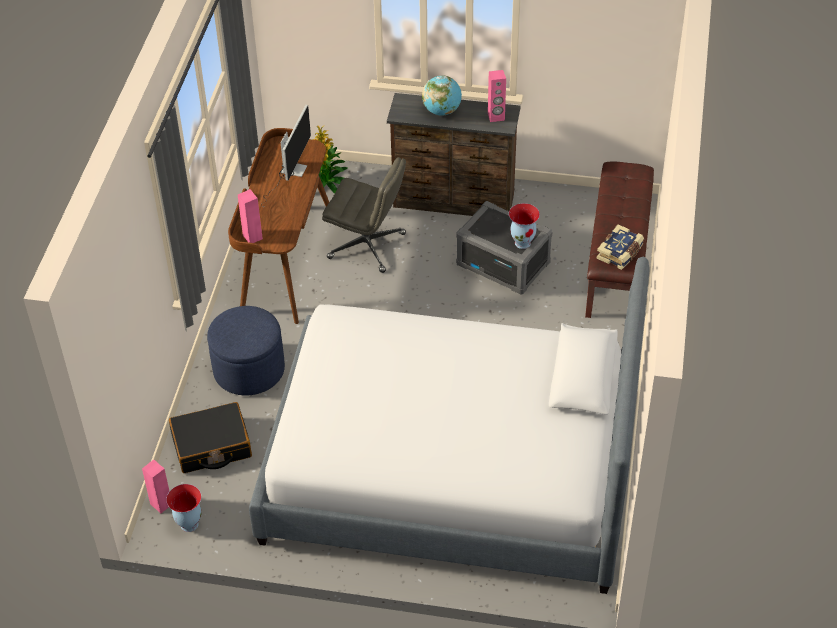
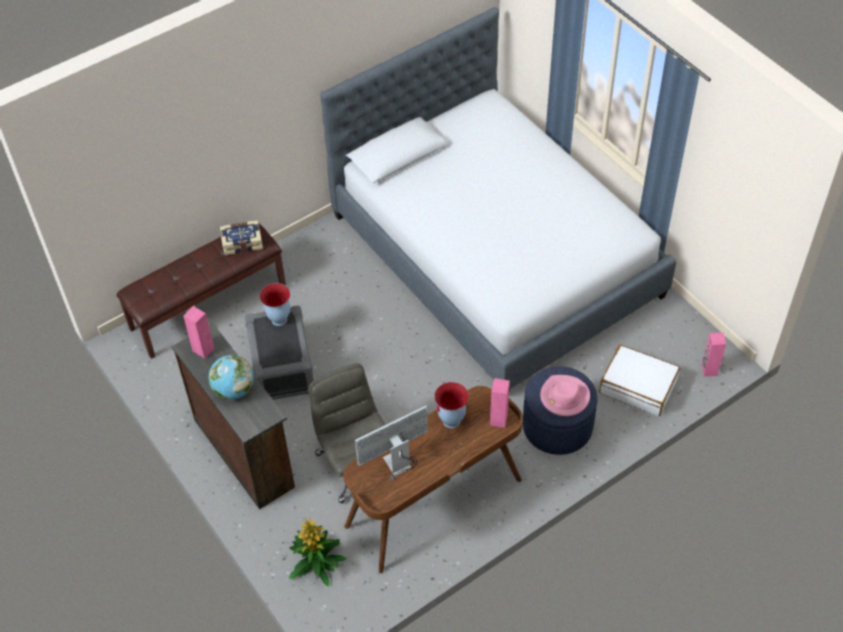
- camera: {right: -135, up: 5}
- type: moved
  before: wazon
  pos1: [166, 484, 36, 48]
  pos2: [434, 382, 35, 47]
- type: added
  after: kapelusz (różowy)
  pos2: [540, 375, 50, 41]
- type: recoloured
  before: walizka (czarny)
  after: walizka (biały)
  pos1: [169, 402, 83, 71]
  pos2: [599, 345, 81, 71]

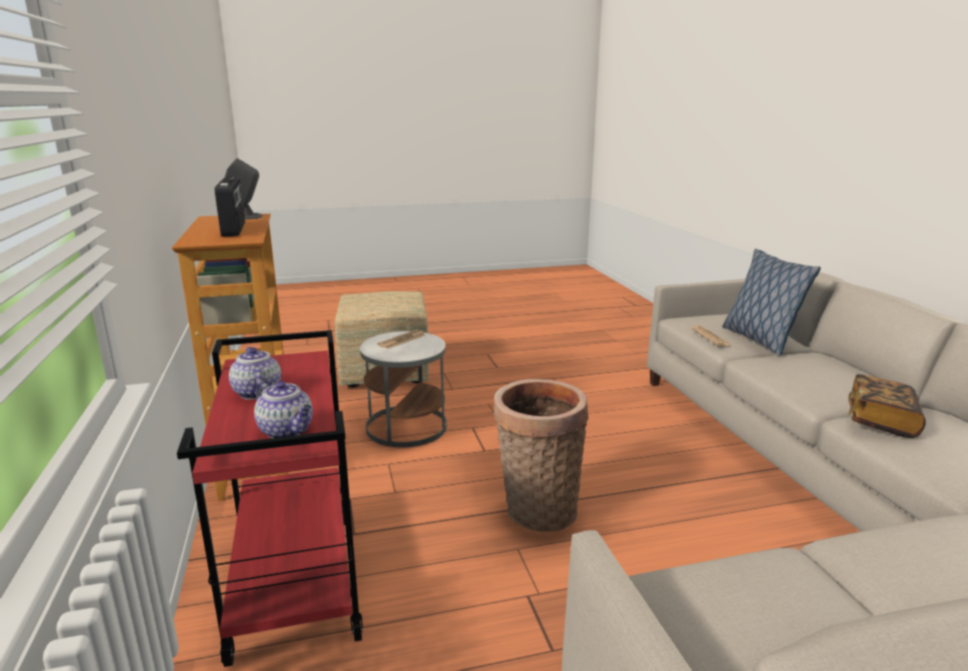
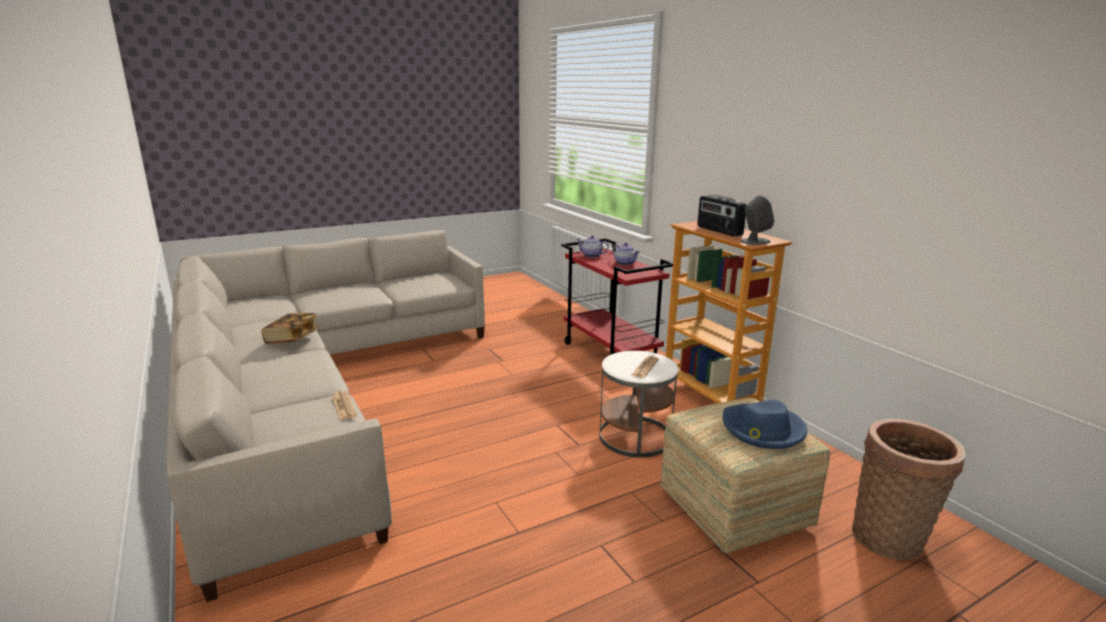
- camera: {right: 165, up: 0}
- type: added
  after: kapelusz (niebieski)
  pos2: [723, 400, 84, 49]
- type: moved
  before: koszyk
  pos1: [494, 379, 94, 153]
  pos2: [852, 419, 114, 141]
- type: removed
  before: poduszka
  pos1: [722, 249, 99, 107]

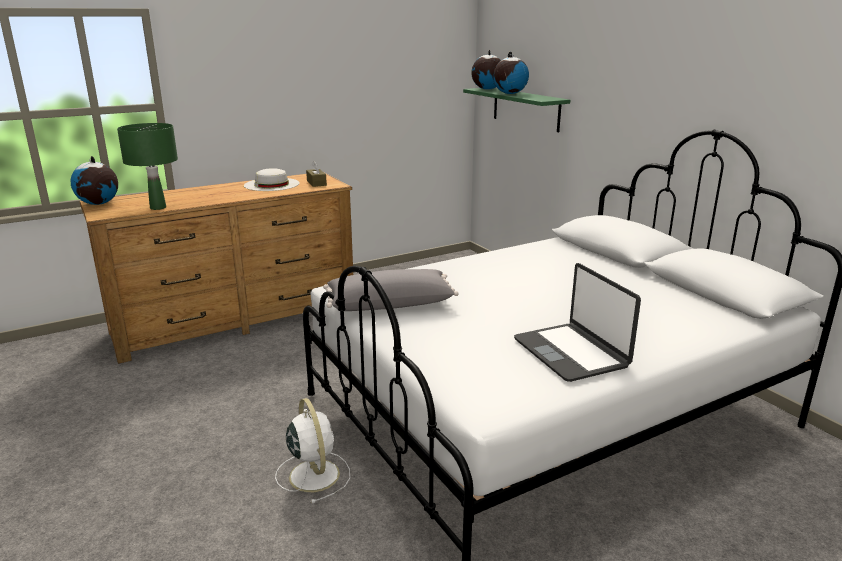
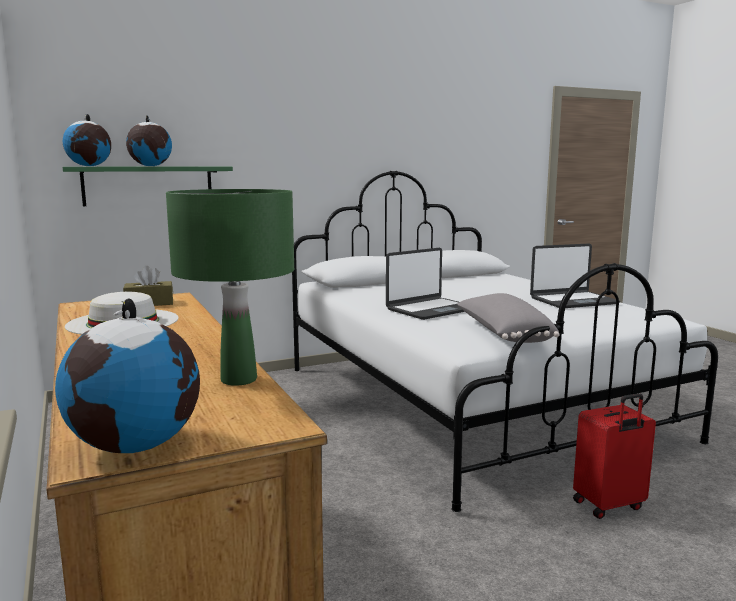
- camera: {right: -85, up: -10}
- type: added
  after: laptop
  pos2: [386, 248, 79, 72]
- type: replaced
  before: wentylator (biały)
  after: walizka (czerwony)
  pos1: [275, 398, 75, 105]
  pos2: [573, 393, 83, 126]

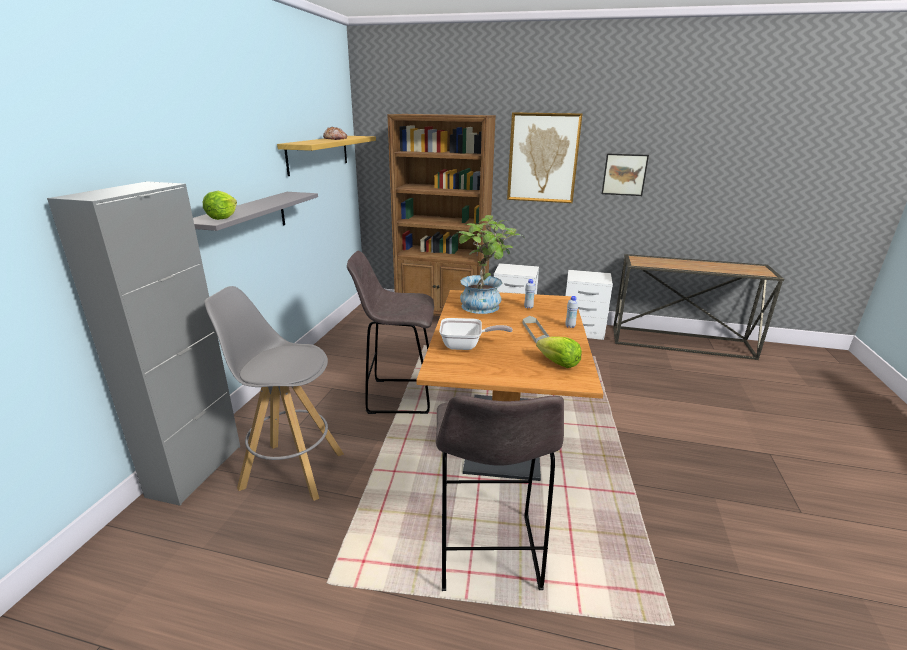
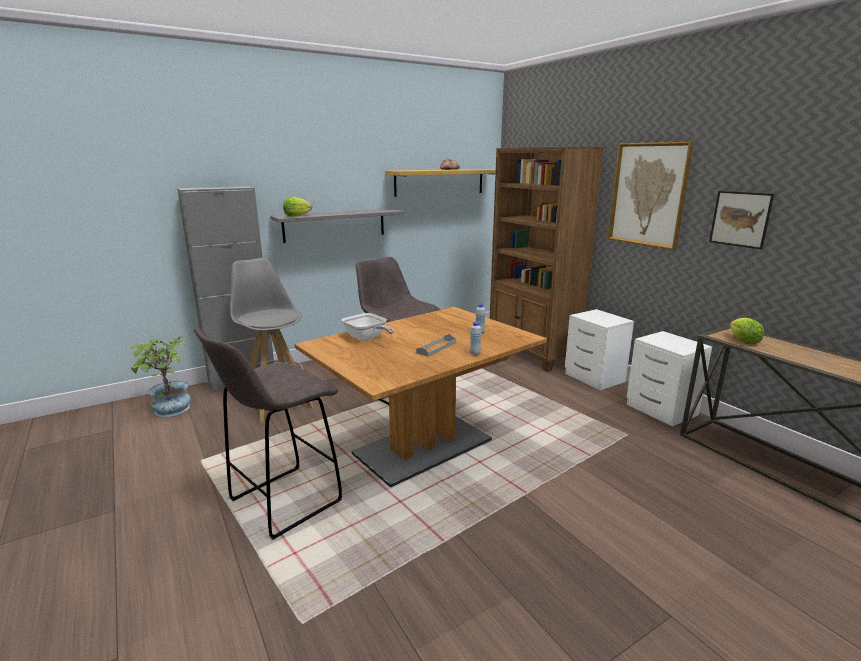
- camera: {right: 45, up: -5}
- type: moved
  before: roślina doniczkowa
  pos1: [456, 215, 69, 99]
  pos2: [130, 335, 61, 82]
- type: moved
  before: sałata
  pos1: [536, 337, 46, 31]
  pos2: [730, 318, 34, 27]

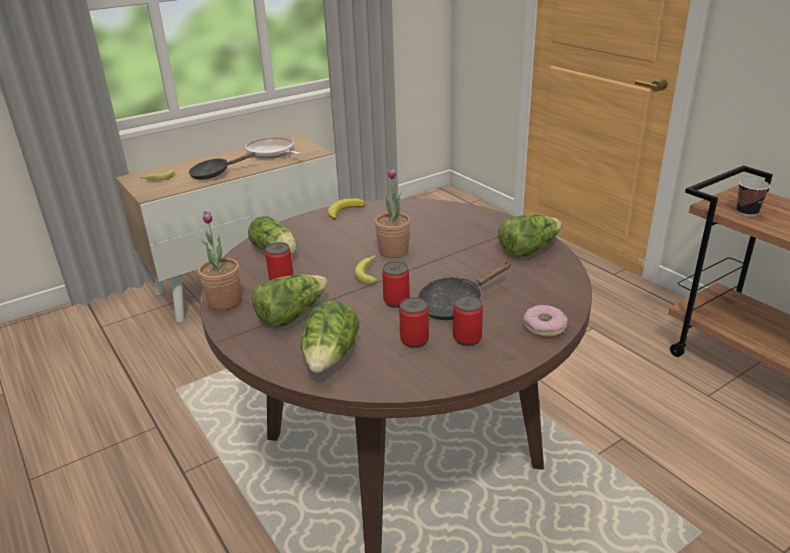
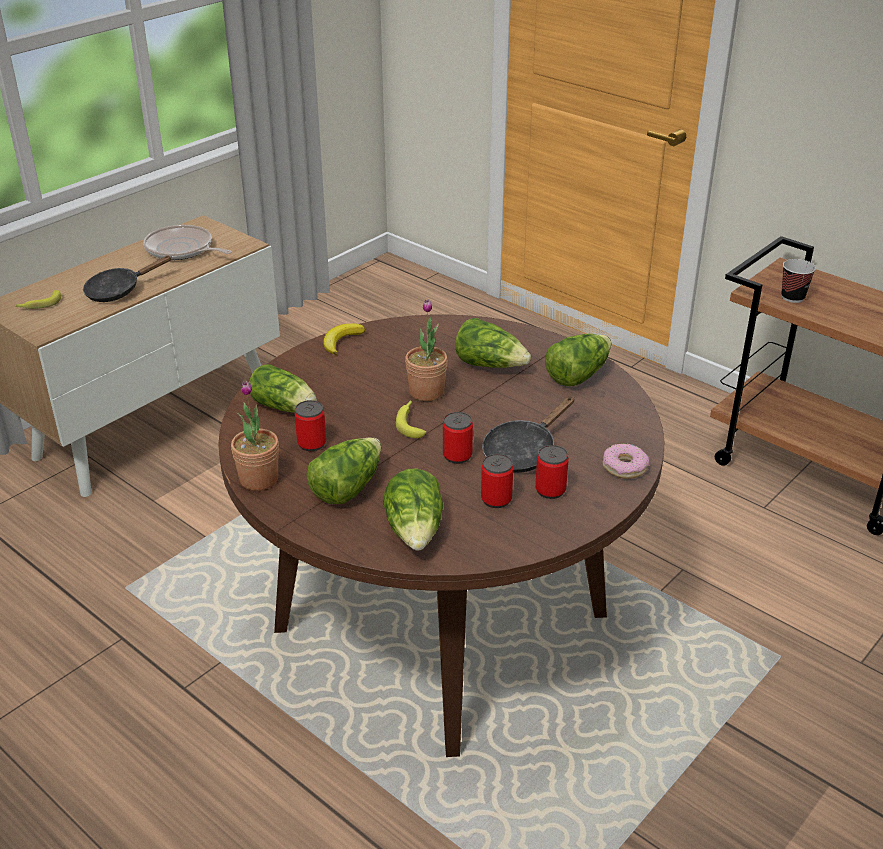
- camera: {right: -15, up: 5}
- type: added
  after: sałata
  pos2: [455, 318, 76, 50]

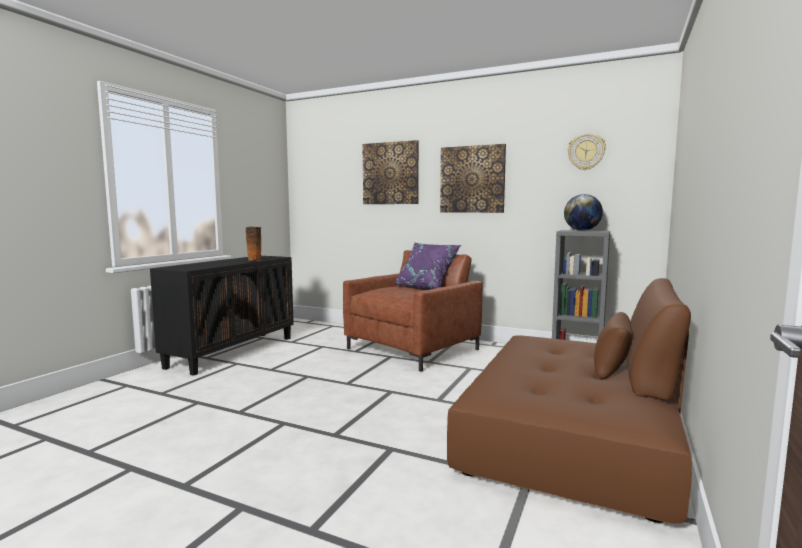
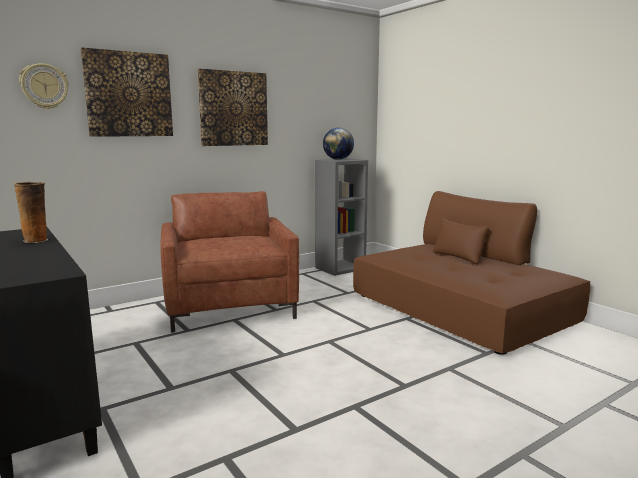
- camera: {right: -60, up: 5}
- type: moved
  before: zegar ścienny
  pos1: [568, 133, 38, 37]
  pos2: [19, 63, 50, 46]
- type: removed
  before: poduszka (fioletowy)
  pos1: [393, 243, 68, 47]

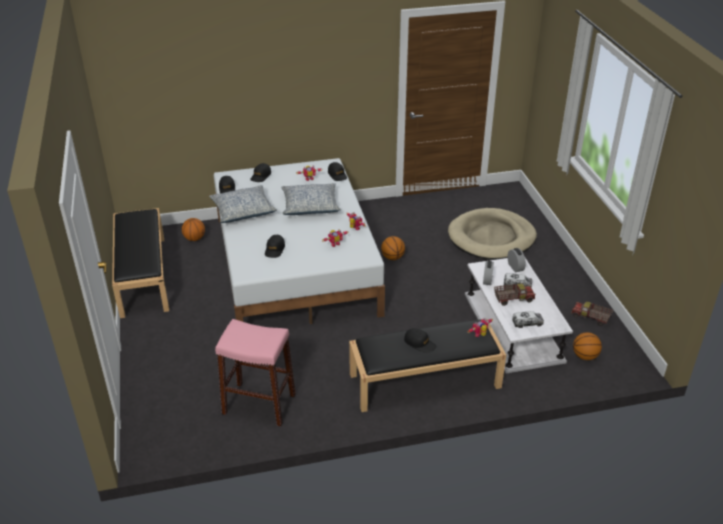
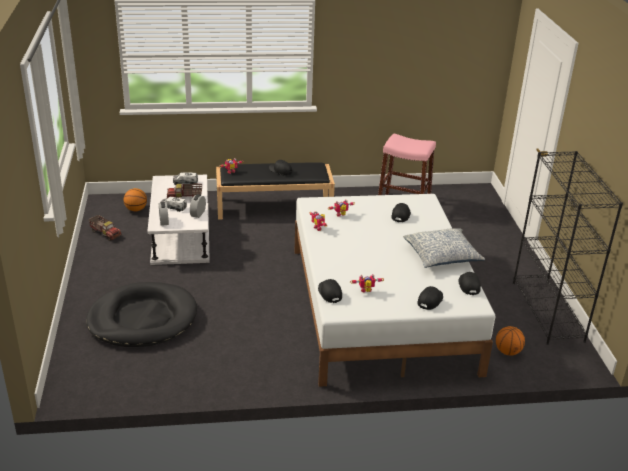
- camera: {right: -175, up: -5}
- type: recoloured
  before: legowisko (beżowy)
  after: legowisko (czarny)
  pos1: [448, 208, 89, 52]
  pos2: [86, 282, 111, 65]
- type: replaced
  before: ławka (czarny)
  after: regał (czarny)
  pos1: [112, 208, 57, 110]
  pos2: [513, 151, 110, 194]
- type: removed
  before: poduszka
  pos1: [281, 183, 60, 32]
- type: removed
  before: piłka do koszykówki
  pos1: [381, 236, 24, 24]

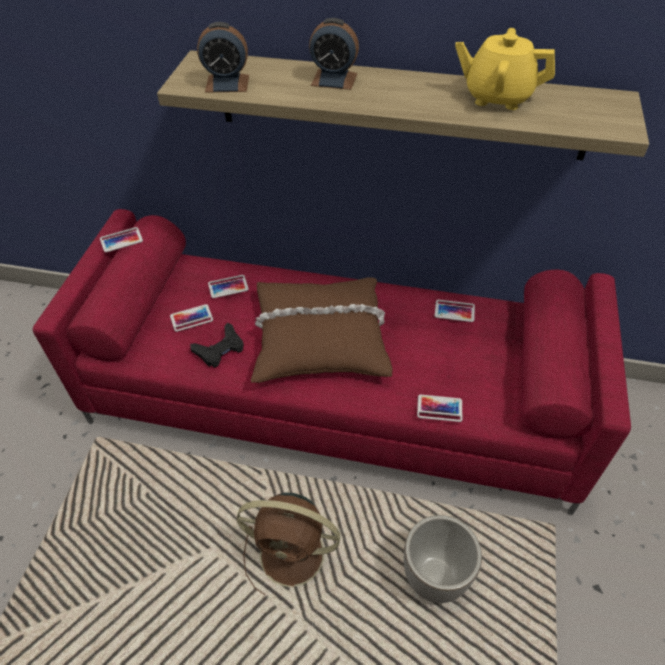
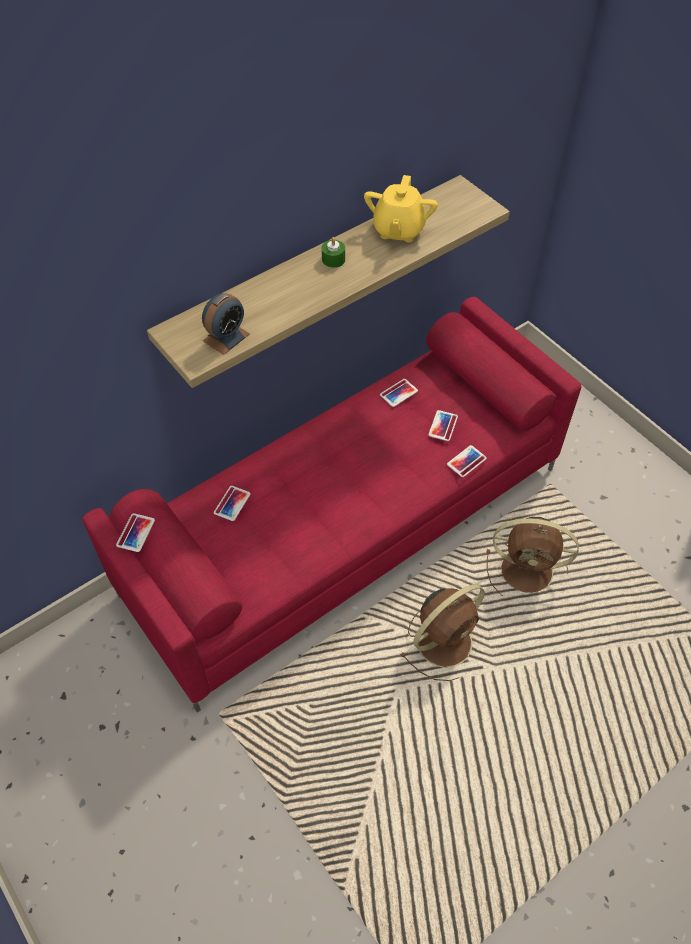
- camera: {right: -50, up: 5}
- type: added
  after: świeca (zielony)
  pos2: [322, 237, 23, 31]
- type: turned
  before: imbryk (żółty)
  pos1: [455, 28, 100, 82]
  pos2: [364, 175, 74, 68]
  turn: -45
- type: moved
  before: telefon
  pos1: [170, 304, 43, 28]
  pos2: [428, 410, 30, 31]
- type: replaced
  before: donica
  after: wentylator (brązowy)
  pos1: [404, 515, 78, 88]
  pos2: [487, 517, 92, 79]
- type: removed
  before: pad do gier (czarny)
  pos1: [190, 322, 54, 46]
- type: removed
  before: poduszka (brązowy)
  pos1: [251, 277, 141, 106]
- type: removed
  before: budzik
  pos1: [309, 18, 50, 72]

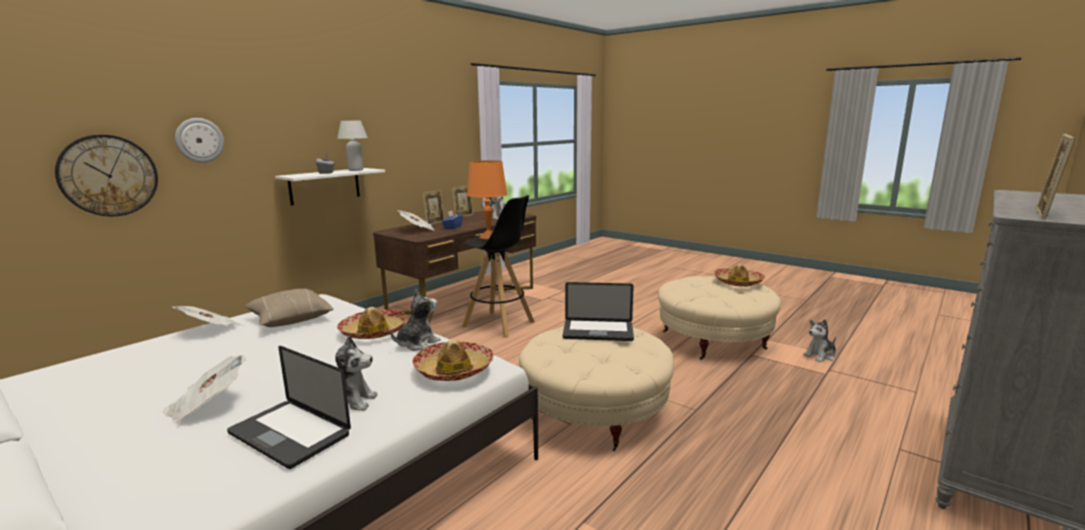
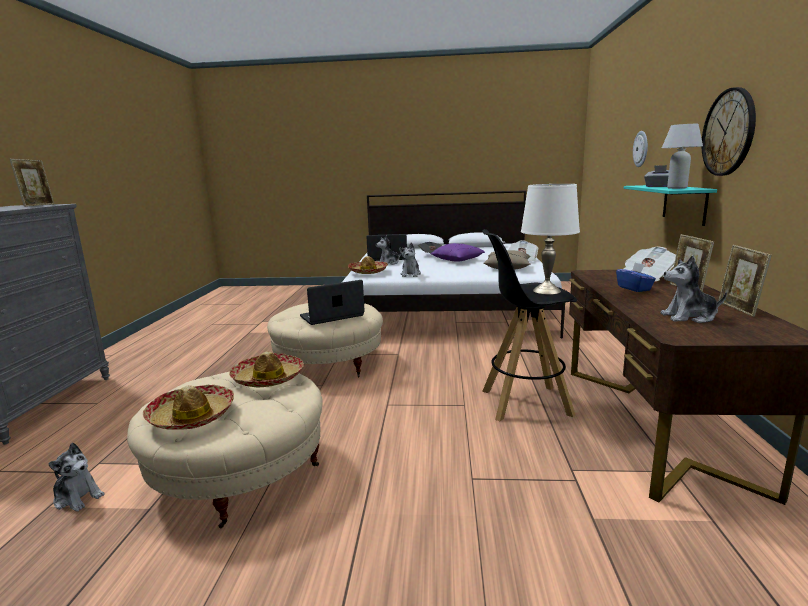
- camera: {right: 145, up: 0}
- type: turned
  before: pluszak
  pos1: [803, 319, 33, 43]
  pos2: [48, 442, 57, 70]
  turn: 90
- type: moved
  before: kapelusz
  pos1: [337, 307, 70, 32]
  pos2: [229, 352, 75, 35]
- type: added
  after: poduszka (fioletowy)
  pos2: [431, 243, 54, 19]
- type: recoloured
  before: lampa stołowa (pomarańczowy)
  after: lampa stołowa (biały)
  pos1: [467, 160, 40, 79]
  pos2: [521, 184, 59, 110]
- type: recoloured
  before: półka (biały)
  after: półka (turkusowy)
  pos1: [275, 168, 110, 38]
  pos2: [623, 185, 94, 41]
- type: moved
  before: zegar ścienny
  pos1: [55, 135, 103, 81]
  pos2: [702, 87, 54, 89]

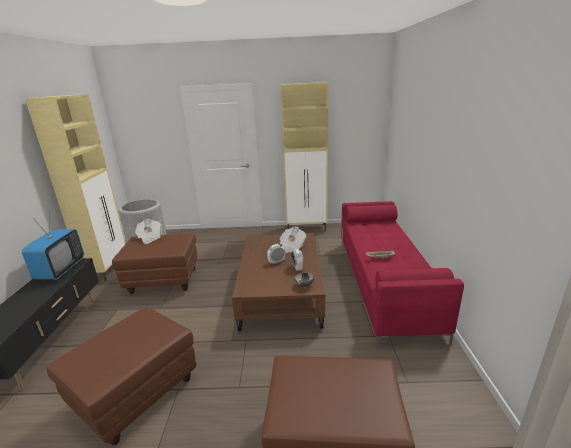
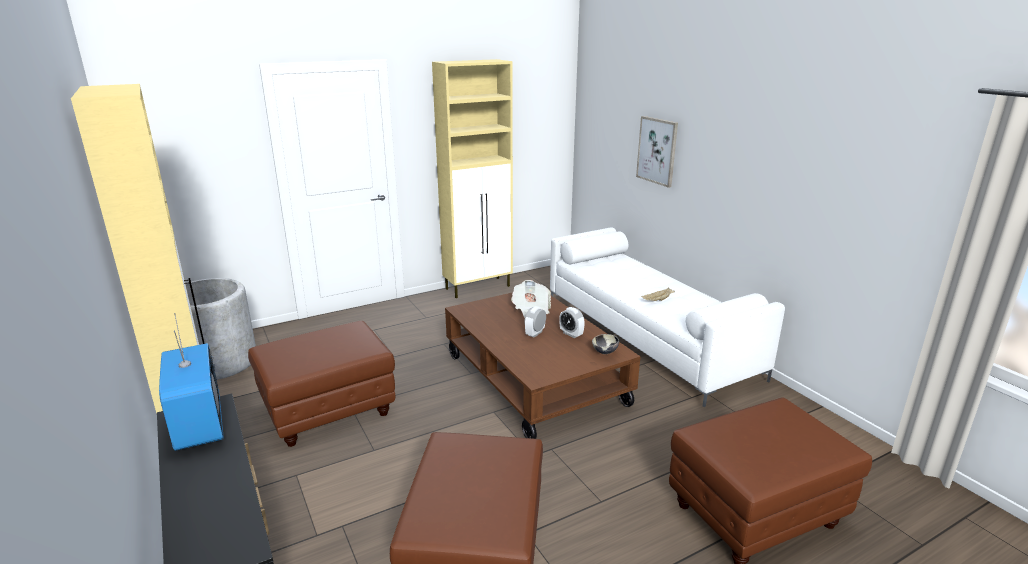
- camera: {right: -30, up: 0}
- type: recoloured
  before: kanapa (czerwony)
  after: kanapa (biały)
  pos1: [341, 201, 123, 146]
  pos2: [550, 227, 235, 180]
- type: added
  after: obraz
  pos2: [636, 116, 42, 72]
- type: removed
  before: gazeta
  pos1: [135, 219, 27, 25]

